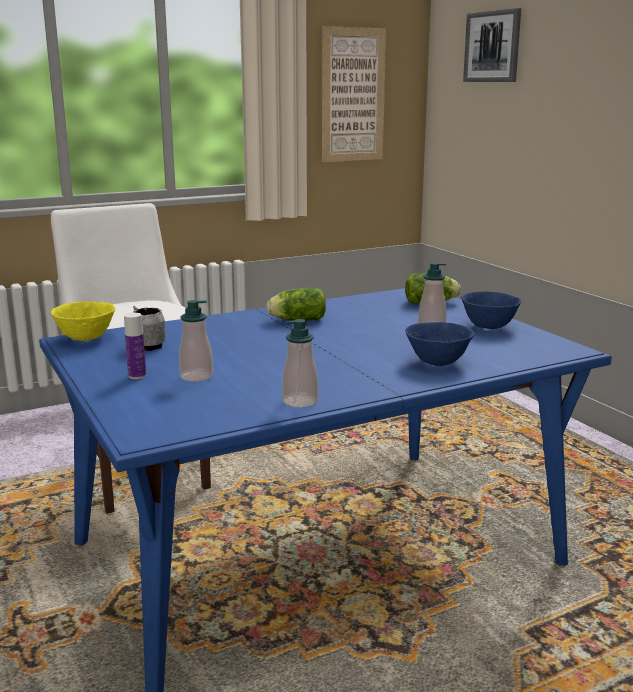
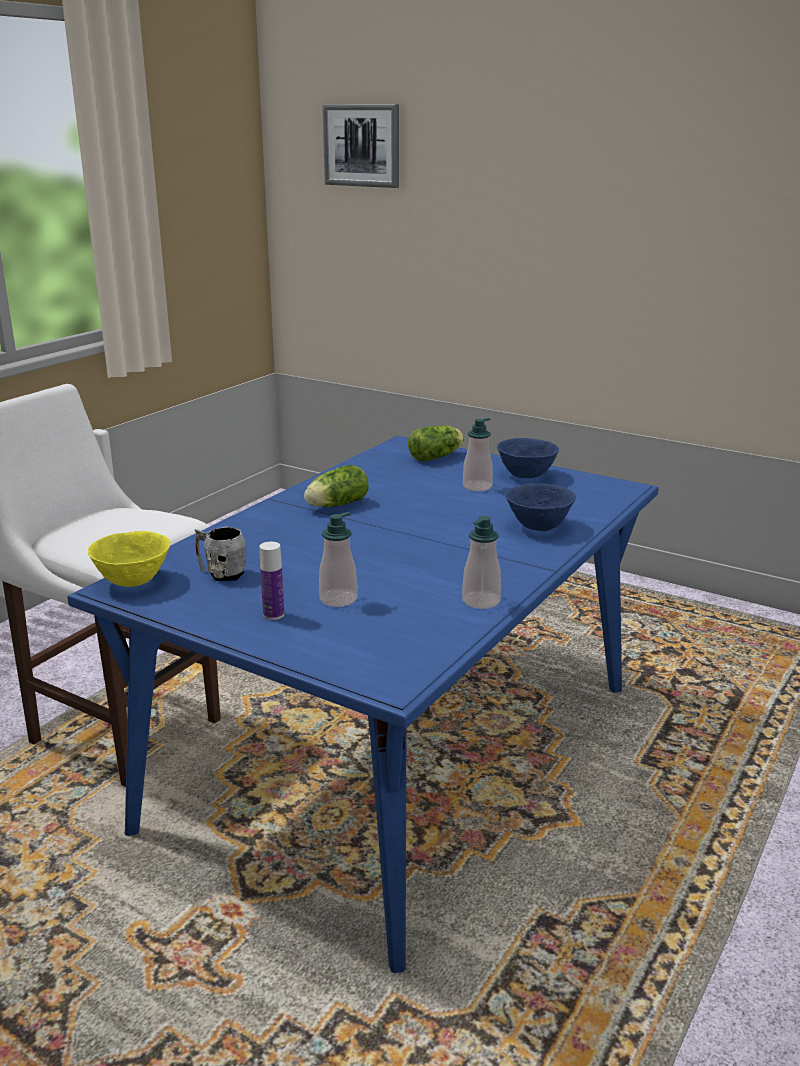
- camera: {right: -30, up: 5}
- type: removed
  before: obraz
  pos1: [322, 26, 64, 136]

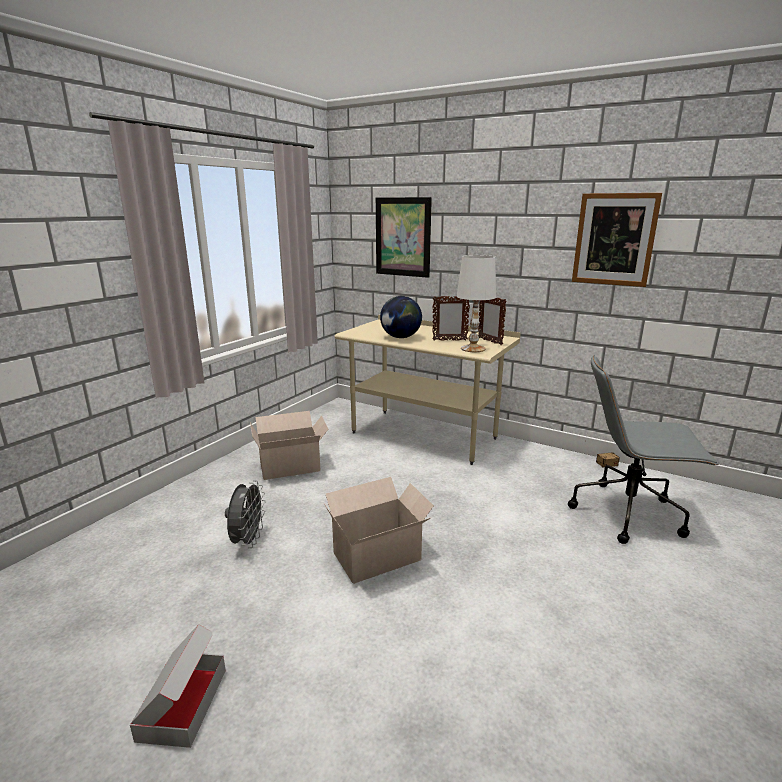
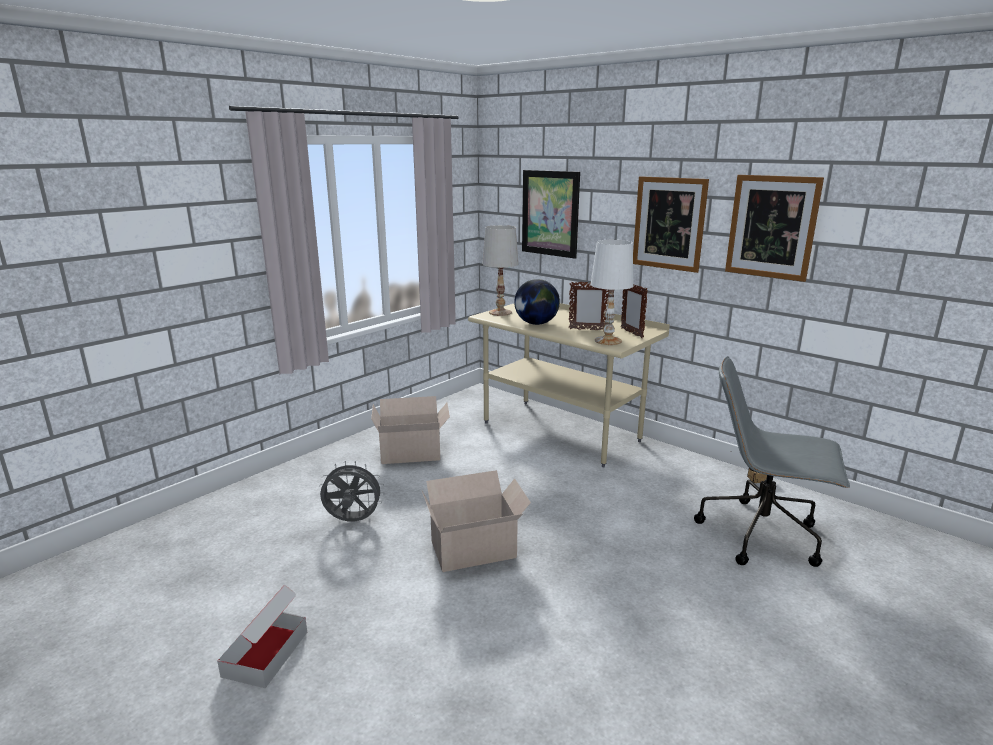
- camera: {right: 10, up: 0}
- type: turned
  before: wentylator (szary)
  pos1: [225, 480, 41, 68]
  pos2: [320, 461, 65, 60]
  turn: -105
- type: added
  after: lampa stołowa (biały)
  pos2: [482, 225, 37, 91]
- type: added
  after: obraz
  pos2: [633, 176, 76, 97]

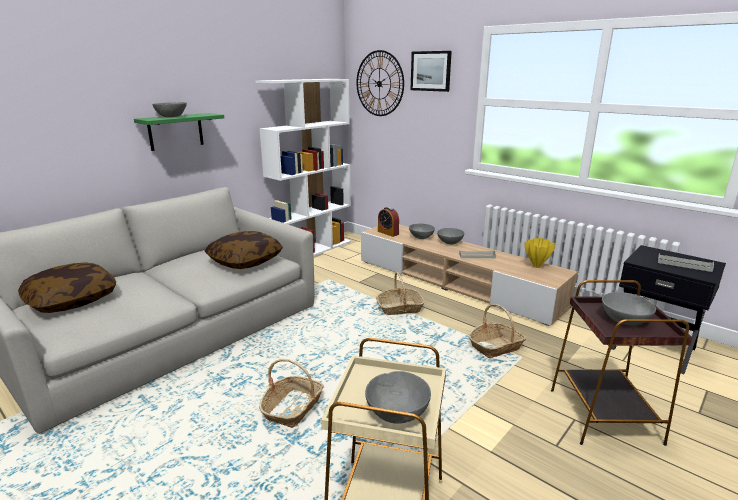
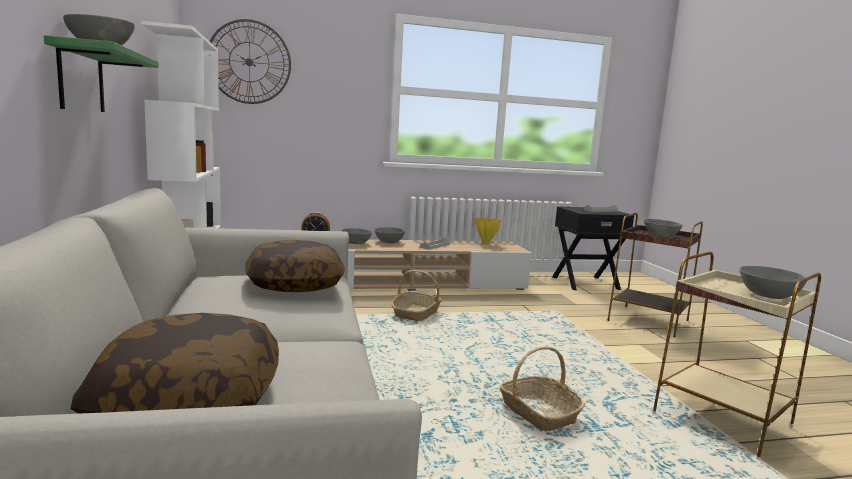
- camera: {right: -55, up: -10}
- type: removed
  before: obraz
  pos1: [411, 51, 41, 41]
- type: removed
  before: koszyk
  pos1: [469, 304, 57, 54]

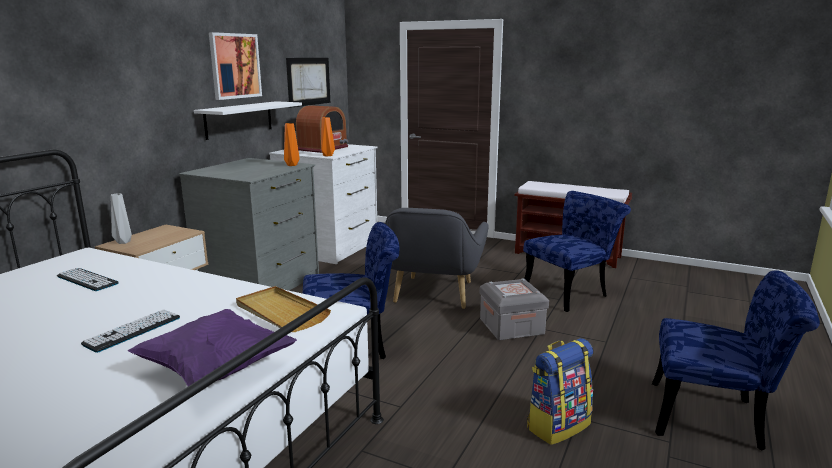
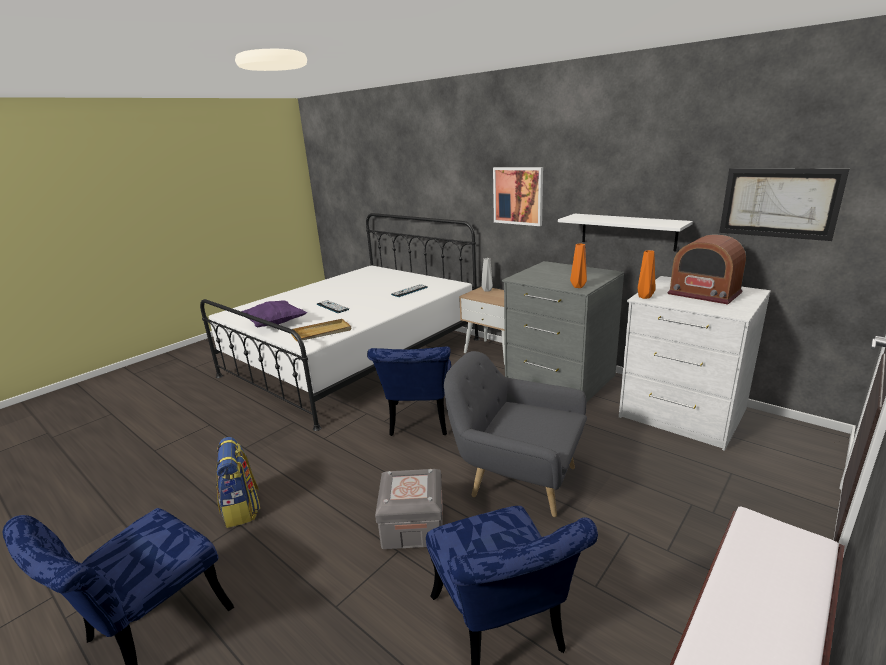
- camera: {right: 105, up: 5}
- type: moved
  before: obraz
  pos1: [209, 32, 53, 68]
  pos2: [493, 167, 50, 59]

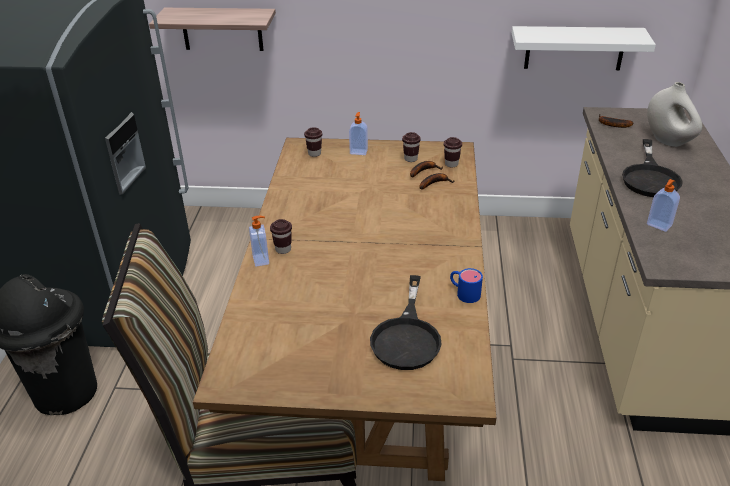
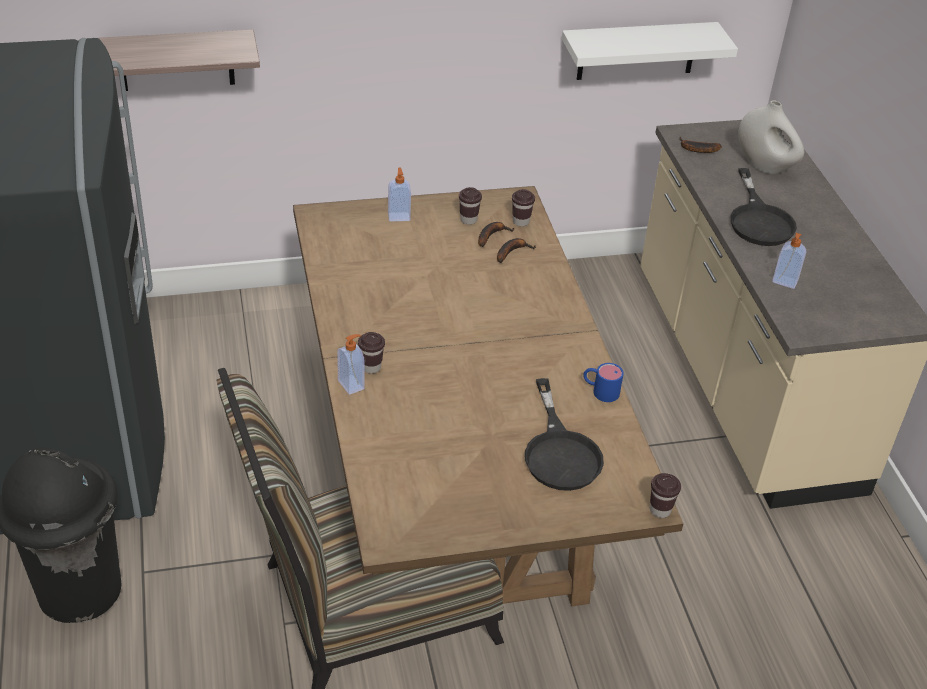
- camera: {right: -20, up: 5}
- type: moved
  before: filiżanka (brązowy)
  pos1: [304, 127, 18, 30]
  pos2: [650, 473, 31, 45]

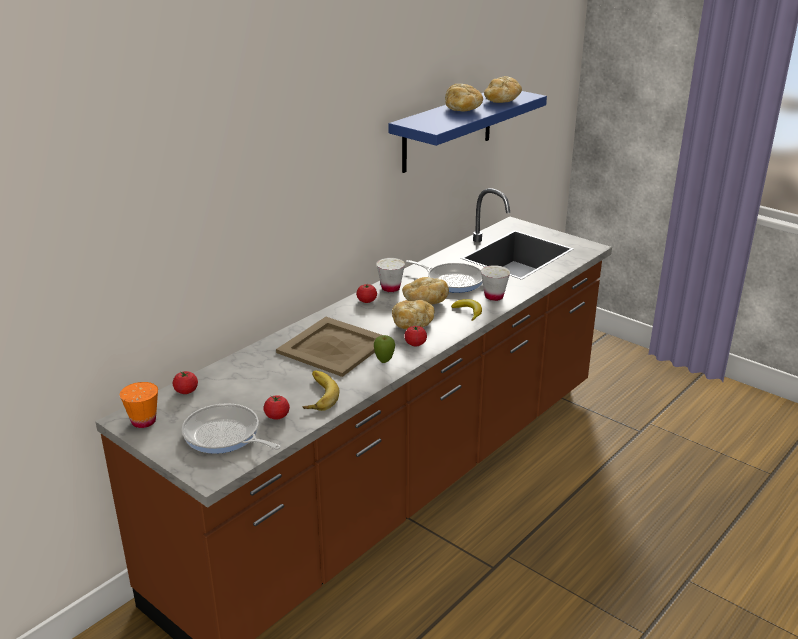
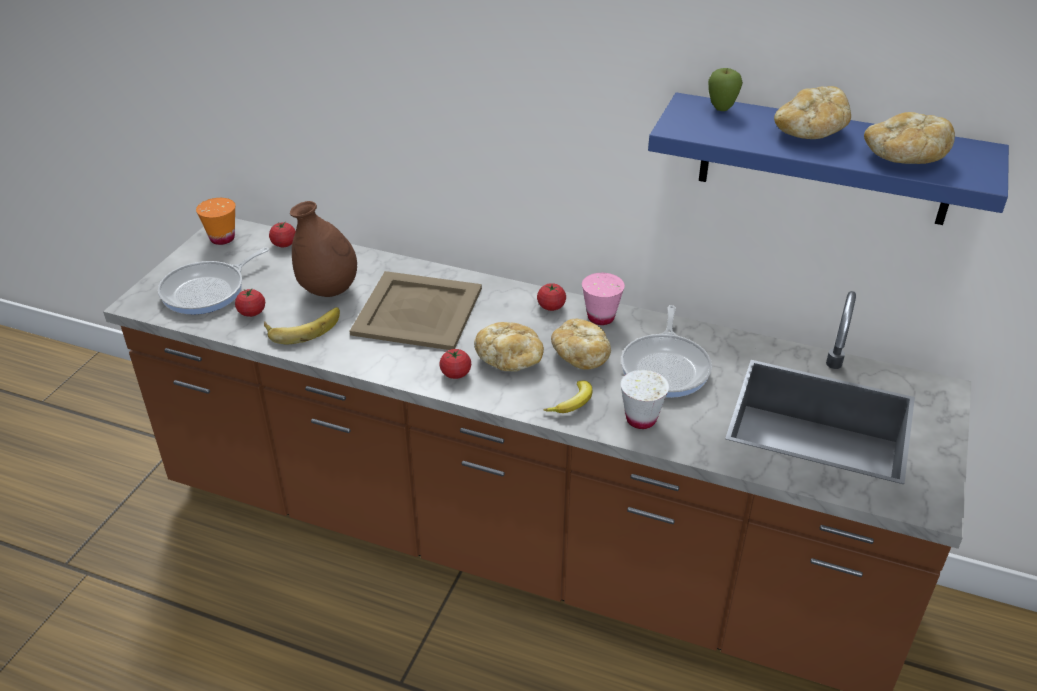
- camera: {right: 70, up: 10}
- type: turned
  before: patelnia
  pos1: [182, 403, 99, 51]
  pos2: [158, 247, 111, 67]
  turn: -150
- type: added
  after: wazon (brązowy)
  pos2: [290, 201, 67, 96]
- type: recoloured
  before: filiżanka (biały)
  after: filiżanka (różowy)
  pos1: [376, 258, 29, 34]
  pos2: [582, 273, 43, 52]
- type: moved
  before: jabłko
  pos1: [374, 335, 21, 28]
  pos2: [708, 68, 35, 43]

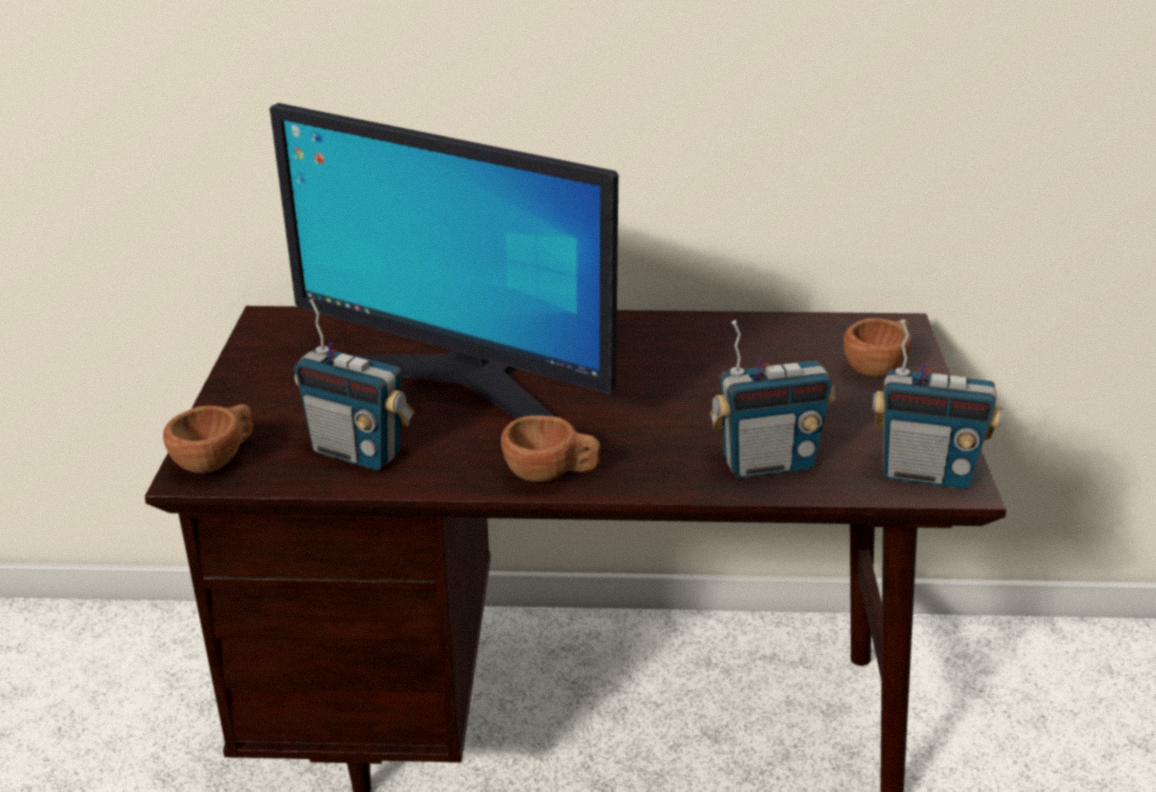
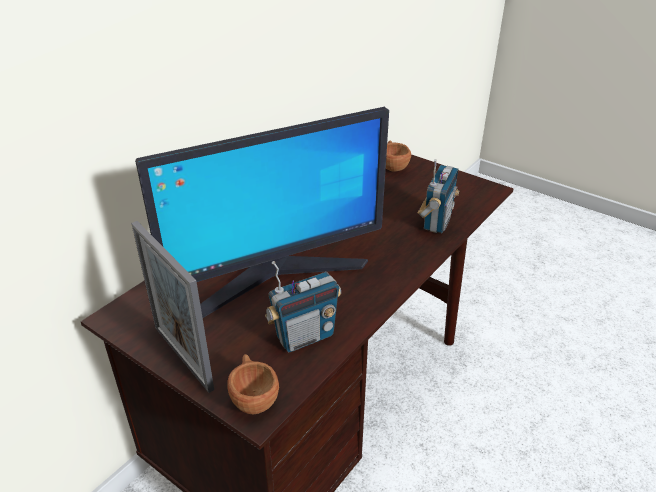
- camera: {right: -55, up: 5}
- type: added
  after: ramka na zdjęcie
  pos2: [131, 221, 83, 172]
- type: removed
  before: filiżanka (brązowy)
  pos1: [501, 415, 100, 67]
- type: removed
  before: radio
  pos1: [872, 320, 131, 169]

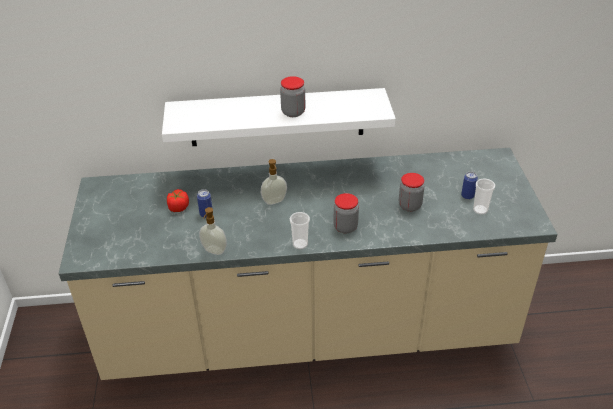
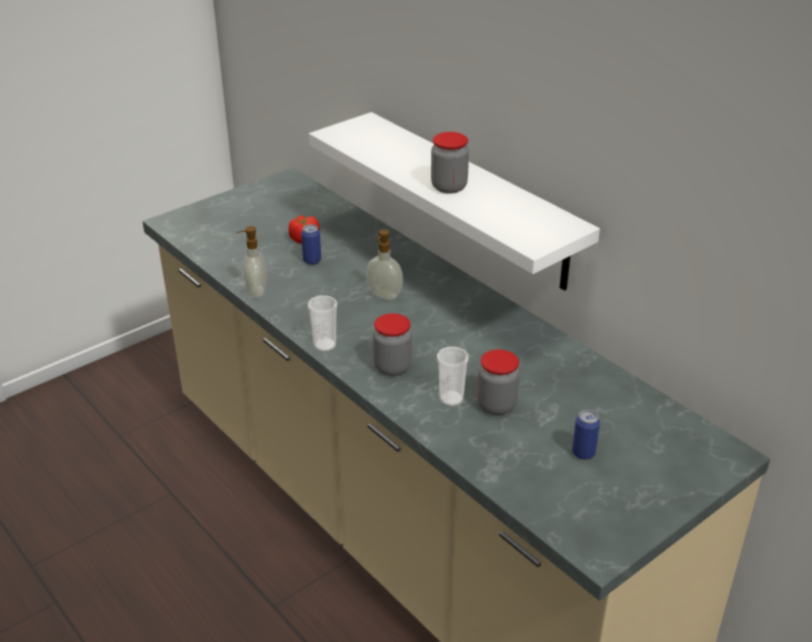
- camera: {right: 55, up: -5}
- type: moved
  before: filiżanka
  pos1: [473, 178, 22, 37]
  pos2: [437, 347, 32, 59]

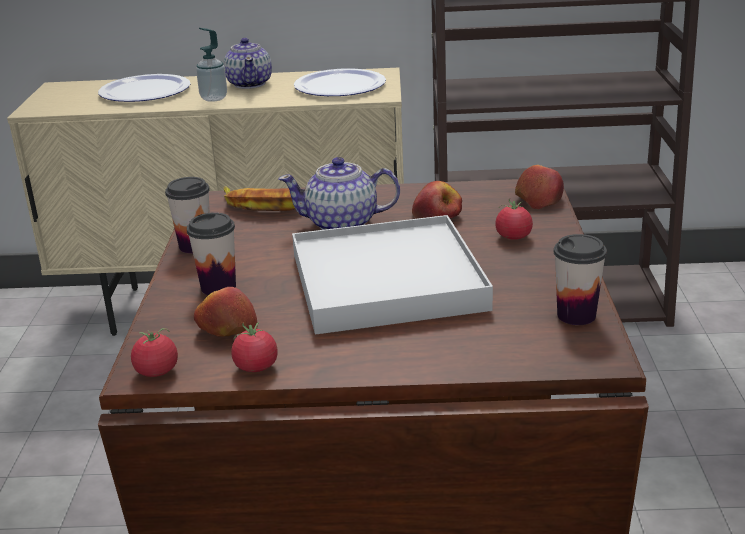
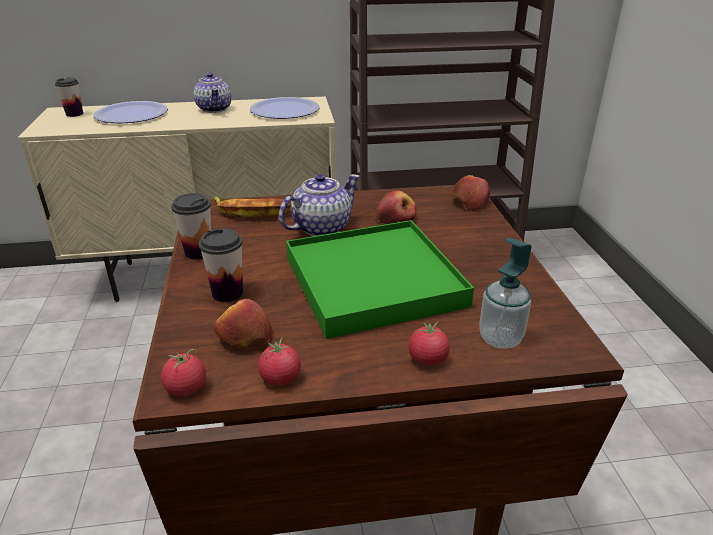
- camera: {right: -10, up: 5}
- type: moved
  before: filiżanka
  pos1: [554, 234, 53, 91]
  pos2: [55, 77, 28, 40]
- type: turned
  before: imbryk
  pos1: [278, 157, 122, 73]
  pos2: [279, 174, 81, 62]
  turn: 150
- type: recoloured
  before: taca (biały)
  after: taca (zielony)
  pos1: [292, 215, 201, 120]
  pos2: [286, 220, 188, 119]
- type: moved
  before: pomidor
  pos1: [495, 199, 38, 41]
  pos2: [409, 320, 41, 45]
- type: moved
  before: dozownik mydła
  pos1: [196, 28, 31, 74]
  pos2: [479, 238, 52, 111]

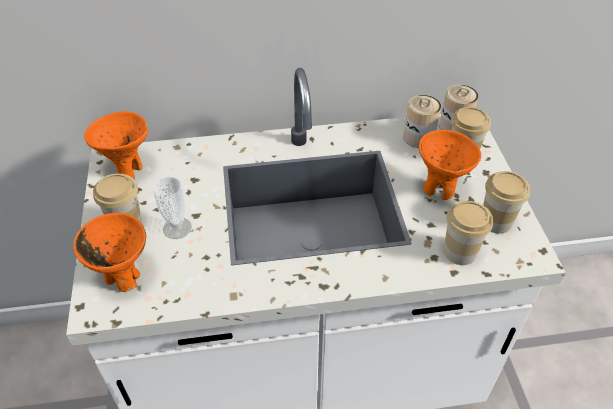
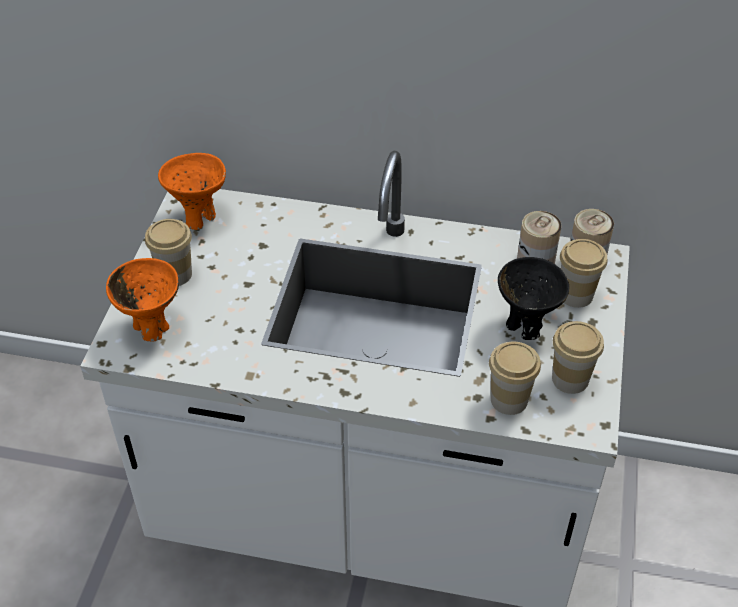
- camera: {right: 20, up: 0}
- type: recoloured
  before: miska (pomarańczowy)
  after: miska (czarny)
  pos1: [419, 130, 62, 70]
  pos2: [498, 257, 72, 83]
- type: removed
  before: filiżanka
  pos1: [153, 177, 39, 62]

